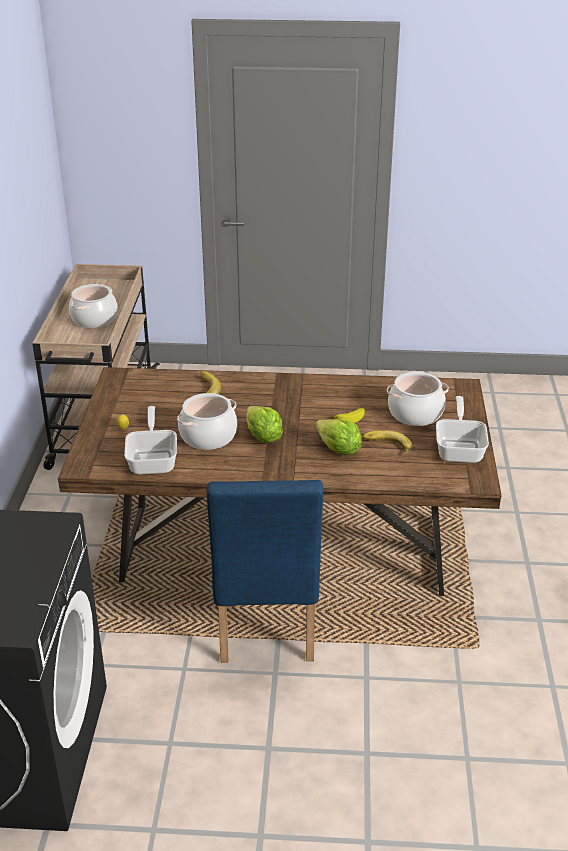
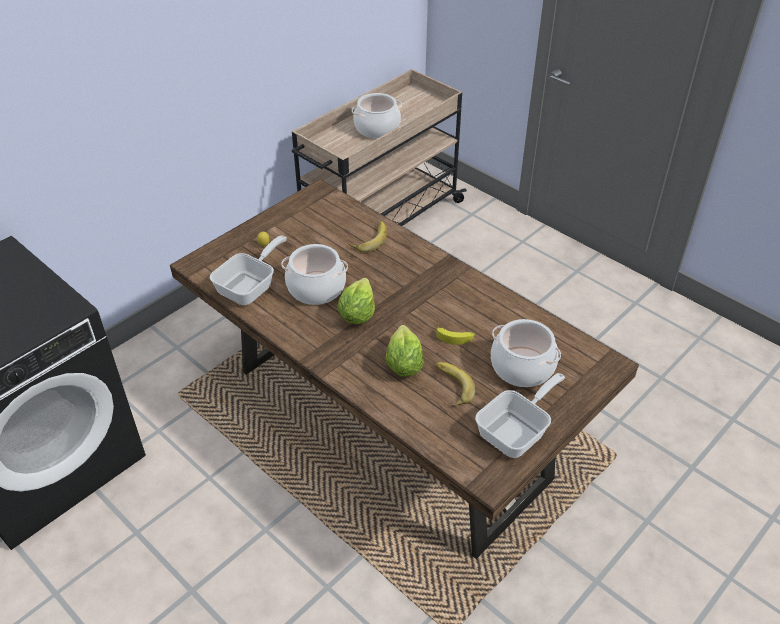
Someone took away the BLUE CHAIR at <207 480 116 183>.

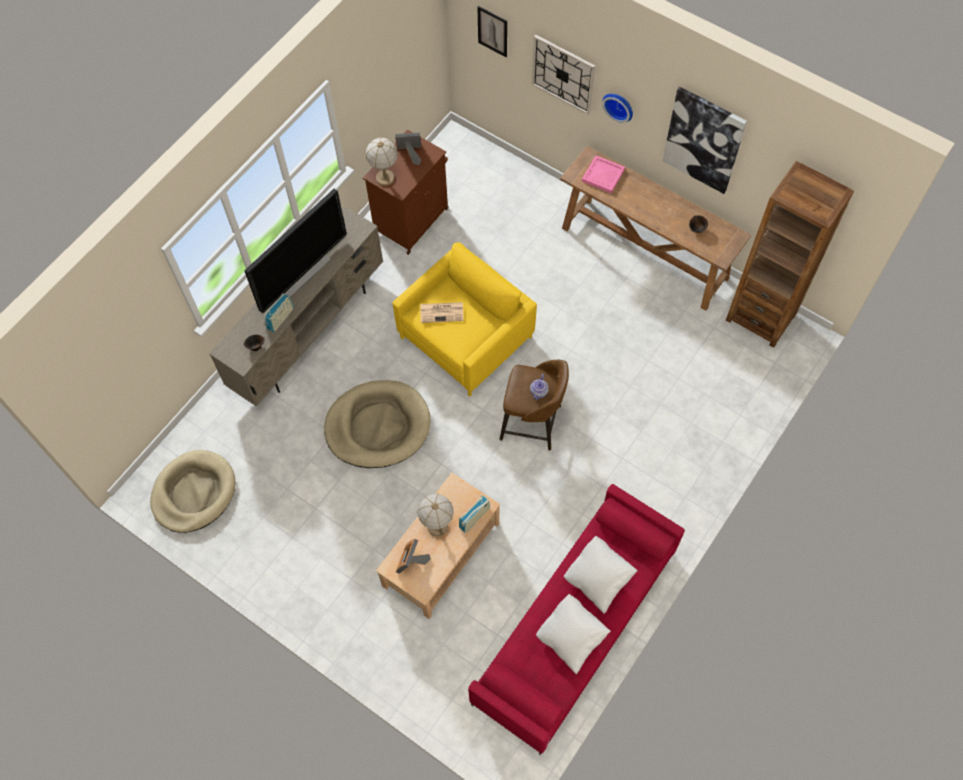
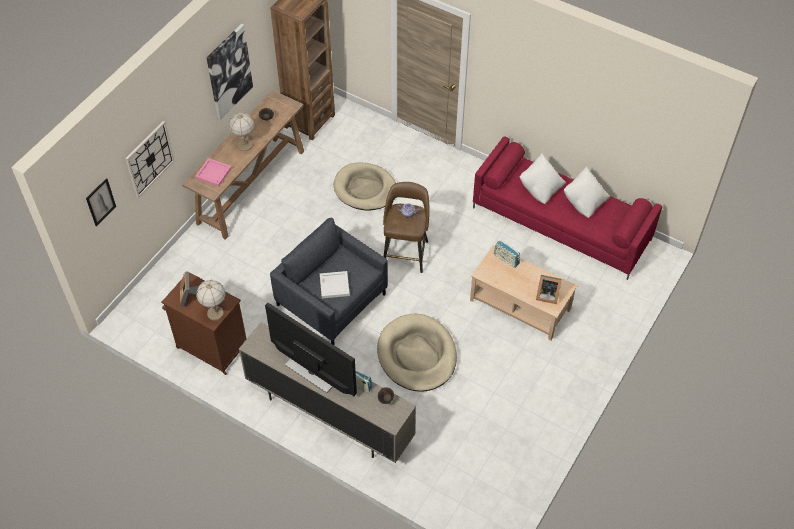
Someone carried the BEIGE DOG BED from <150 450 85 83> to <334 162 62 49>.
Someone repainted the YELLOW ARMCHAIR at <393 242 144 154>, which became the GREY ARMCHAIR at <270 218 118 127>.
Someone carried the TABLE LAMP from <417 494 37 43> to <229 112 25 39>.
Someone swapped the NEWSPAPER at <420 302 44 21> for the WHITE TRAY at <320 271 30 27>.
Someone took away the WALL CLOCK at <602 94 31 29>.

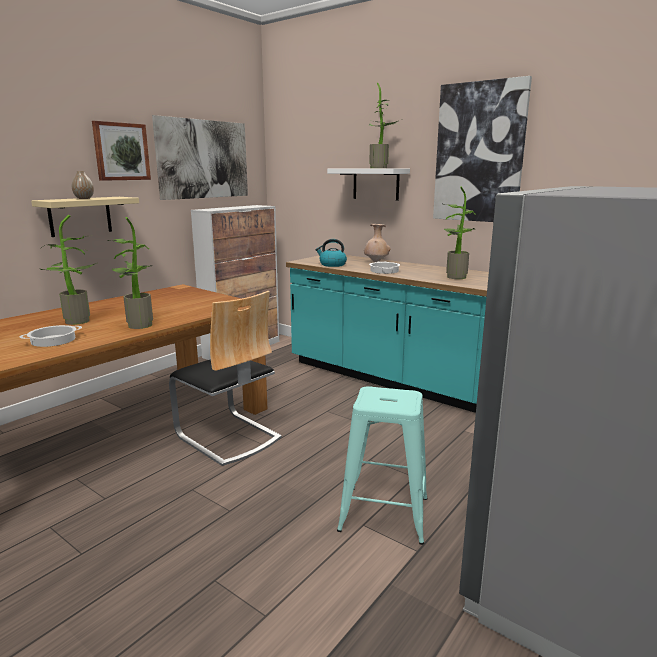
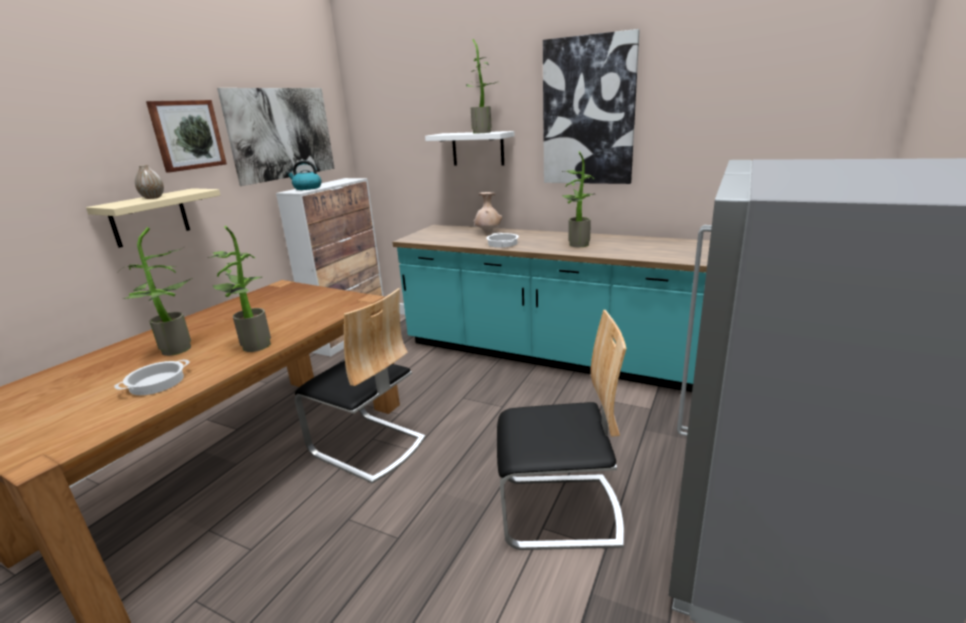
Someone carried the KETTLE from <316 239 31 28> to <286 160 36 30>.
Someone swapped the TURQUOISE STOOL at <337 386 91 159> for the CHAIR at <497 310 130 240>.

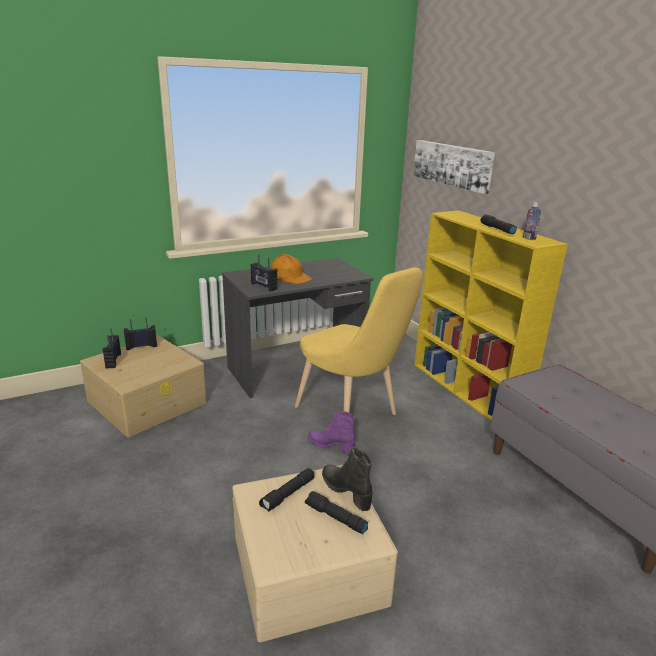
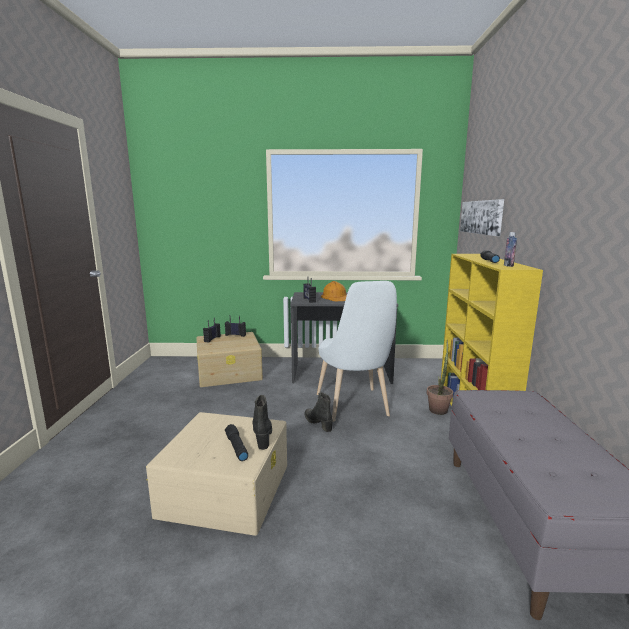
Someone took away the BLACK FLASHLIGHT at <259 468 55 44>.
Someone repainted the YELLOW CHAIR at <295 267 128 148>, which became the WHITE CHAIR at <317 281 80 141>.
Someone repainted the PURPLE BOOT at <308 410 48 44>, which became the BLACK BOOT at <305 392 27 40>.
Someone put down the POTTED PLANT at <427 339 26 76>.

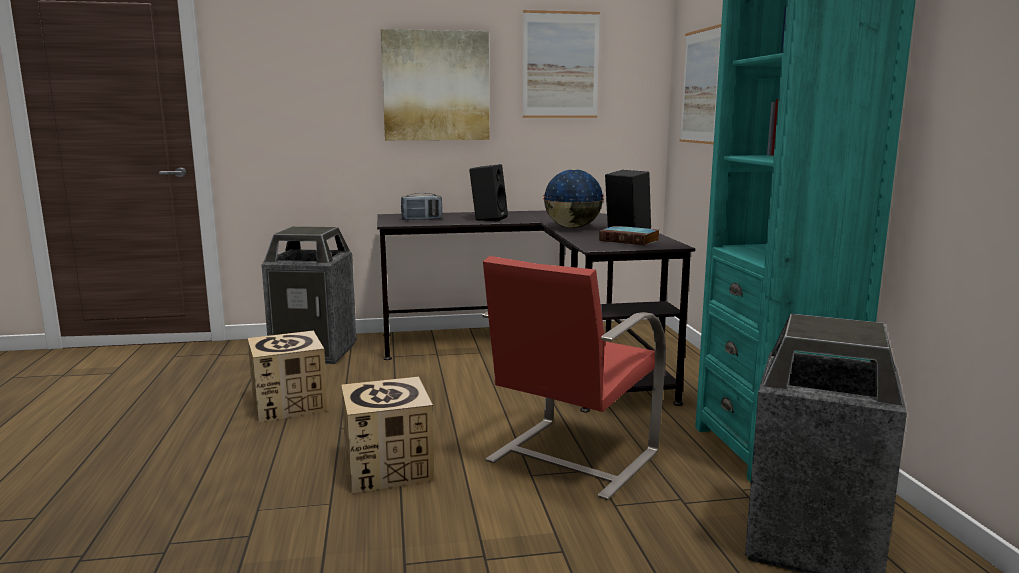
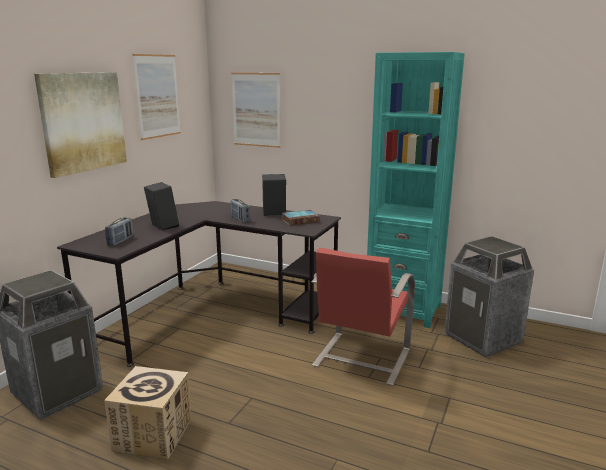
Someone took away the CARDBOARD BOX at <341 377 93 116>.
Someone rotated the RED CHAIR at <482 256 184 244> by 45 degrees clockwise.
Someone swapped the GLOBE at <543 169 61 59> for the RADIO at <231 199 19 24>.

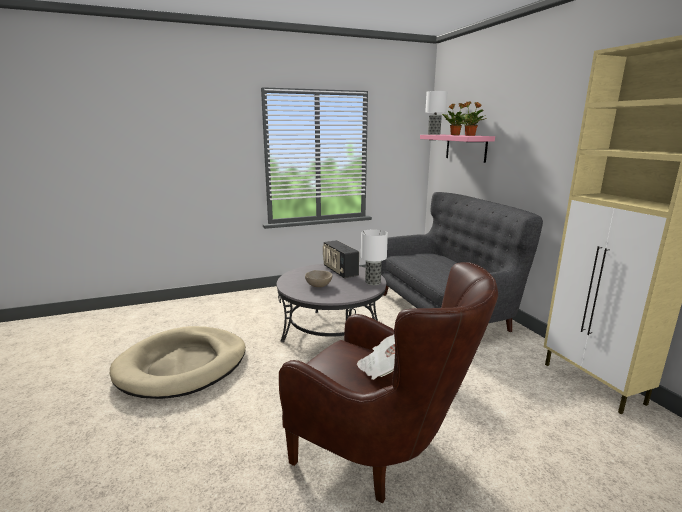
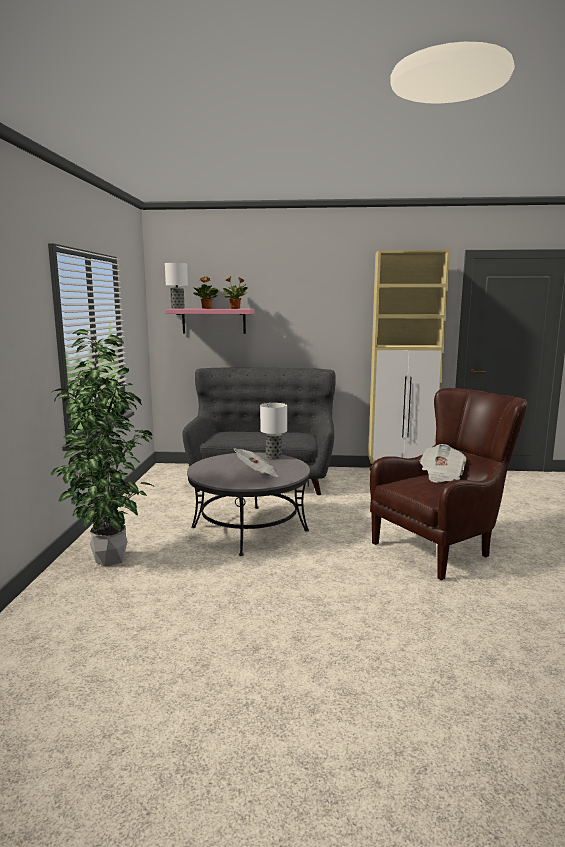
Someone took away the BEIGE DOG BED at <110 326 136 73>.
Someone swapped the BEIGE BOWL at <305 270 28 17> for the NEWSPAPER at <233 448 45 29>.
Someone took away the RADIO at <323 240 36 38>.
Someone put down the POTTED PLANT at <50 329 104 238>.

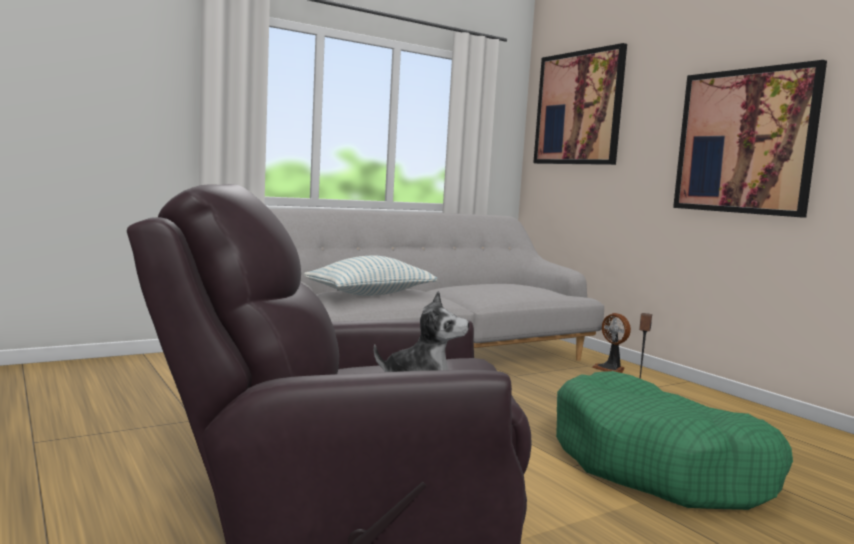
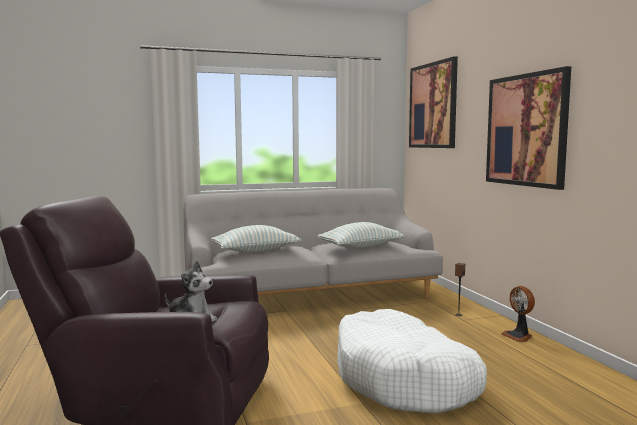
Someone repainted the GREEN DOG BED at <556 371 237 139>, which became the WHITE DOG BED at <337 309 150 105>.
Someone carried the FAN from <592 313 39 60> to <501 286 34 56>.
Someone put down the PILLOW at <317 222 88 27>.

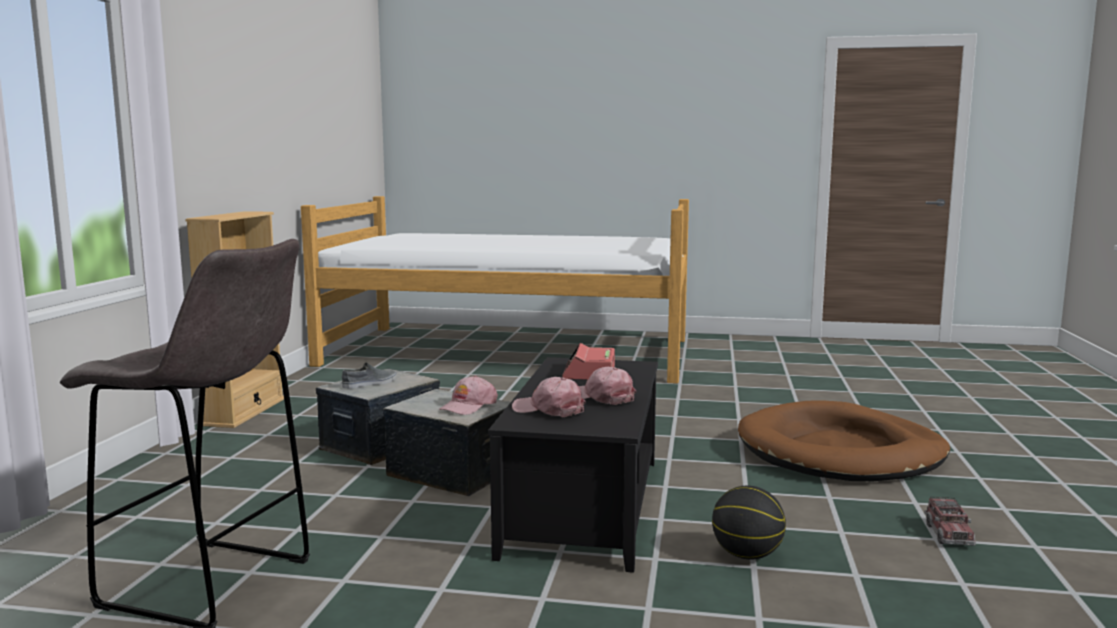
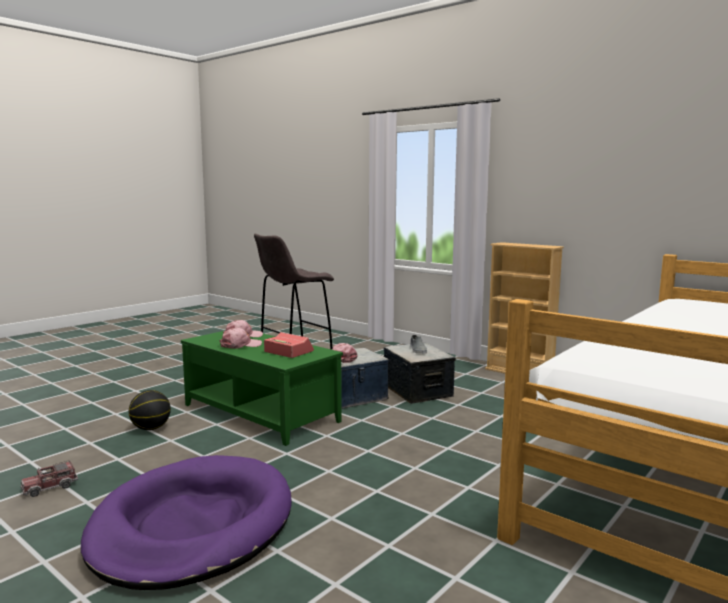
Someone repainted the BLACK COFFEE TABLE at <488 357 170 216>, which became the GREEN COFFEE TABLE at <181 331 162 115>.
Someone repainted the BROWN DOG BED at <738 400 212 81>, which became the PURPLE DOG BED at <81 455 211 135>.
Someone rotated the TOY TRUCK at <924 497 52 49> by 75 degrees counterclockwise.

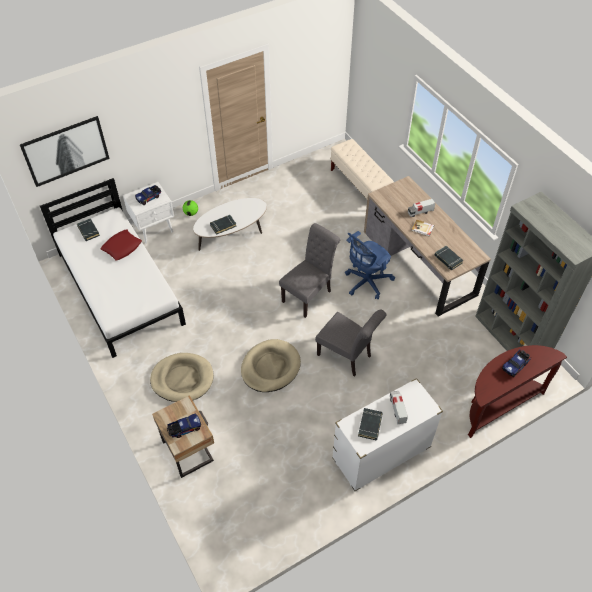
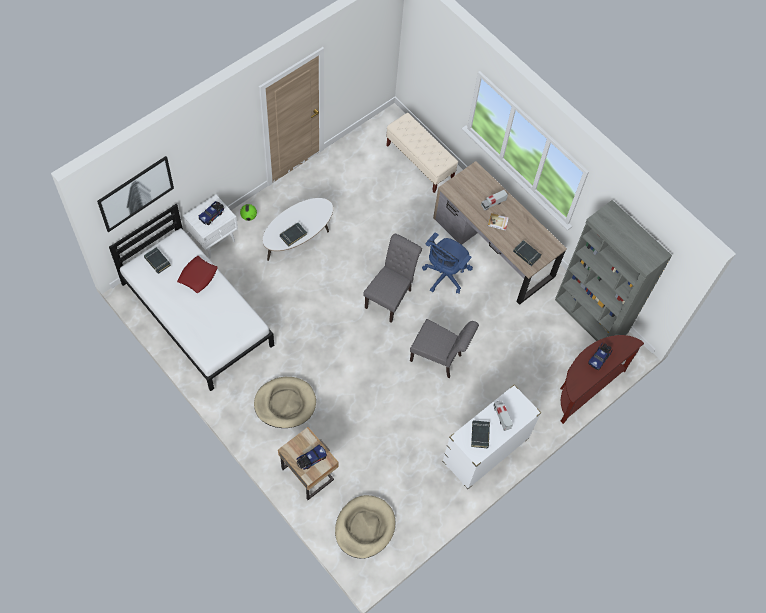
Someone carried the BEIGE DOG BED from <241 339 60 53> to <335 495 61 64>.

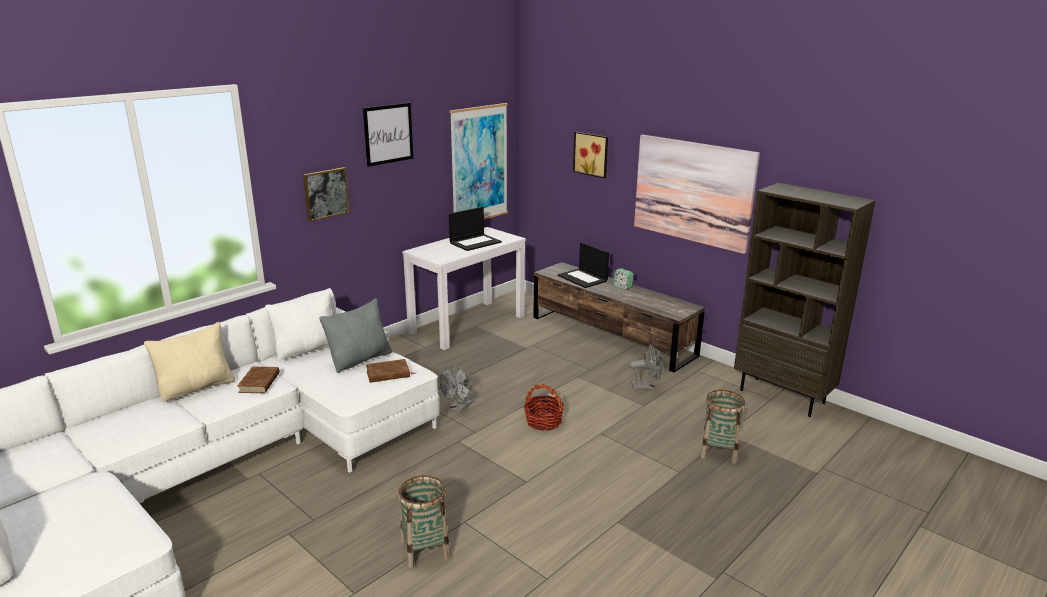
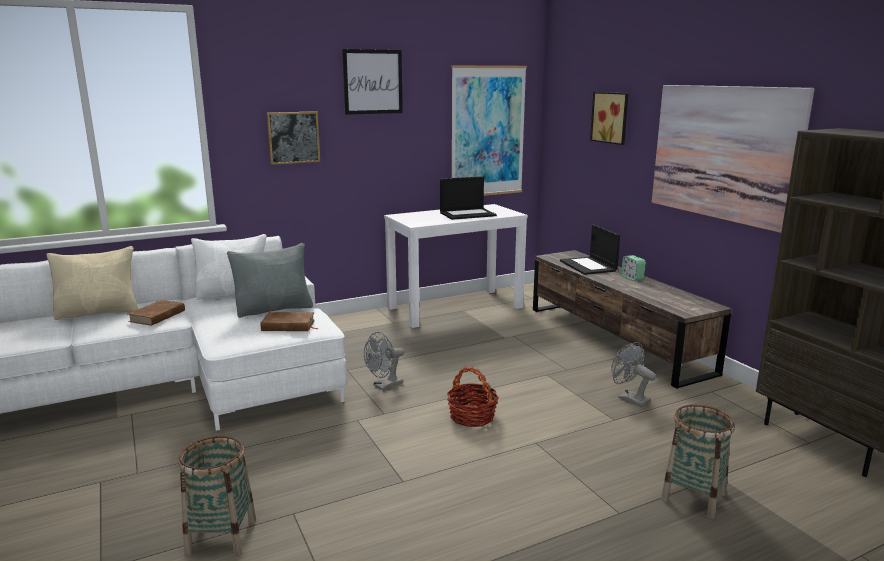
Someone rotated the GREY FAN at <629 344 33 46> by 150 degrees counterclockwise.

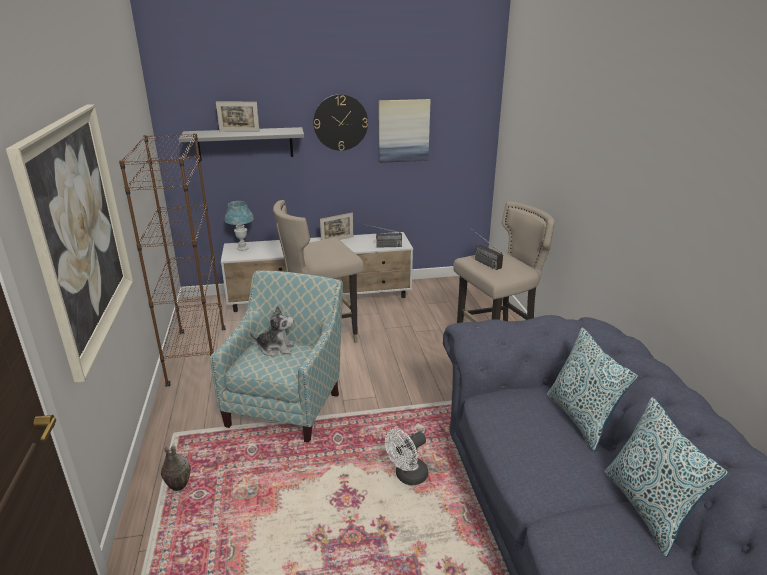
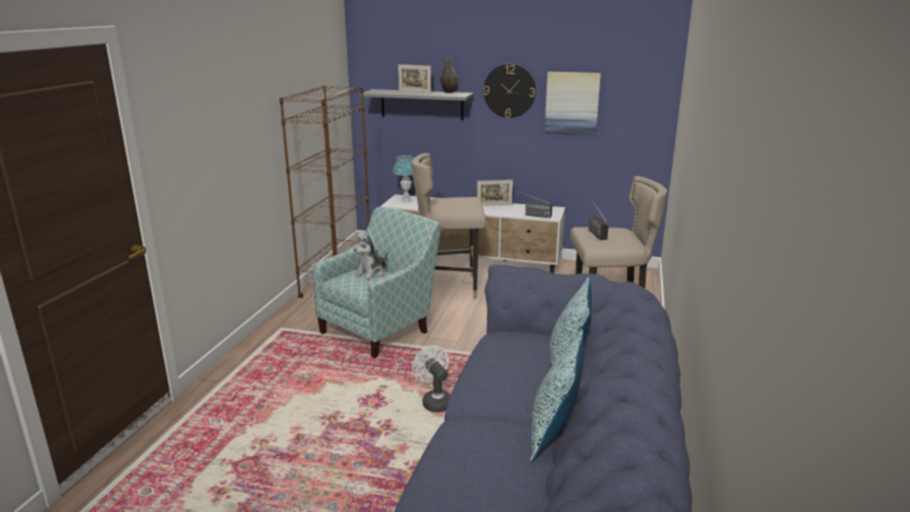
Someone took away the PICTURE at <6 104 127 278>.
Someone carried the VASE from <161 444 30 47> to <440 57 18 36>.
Someone rotated the PLUSH TOY at <250 306 44 51> by 105 degrees clockwise.
Someone rotated the WHITE FAN at <385 429 43 56> by 75 degrees clockwise.

